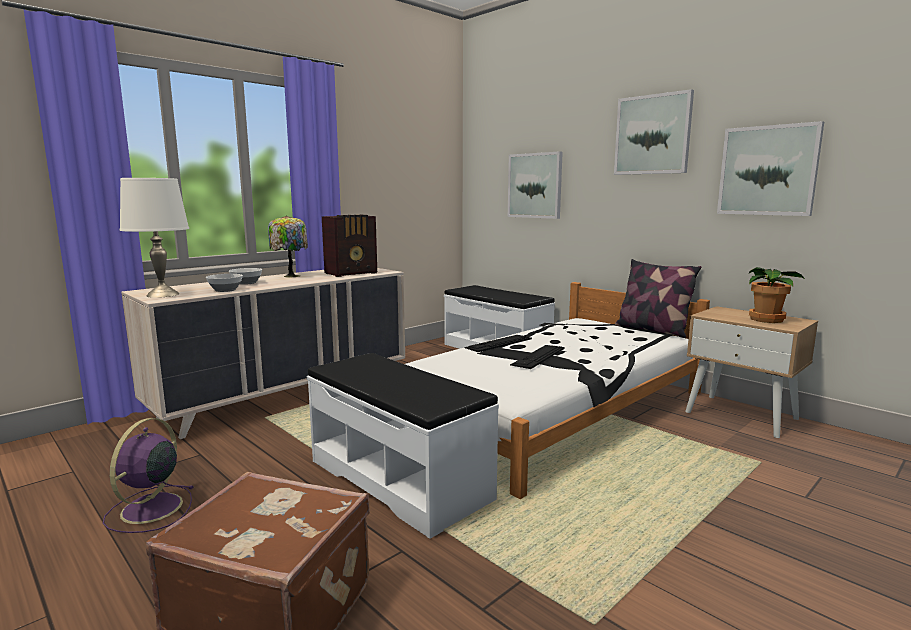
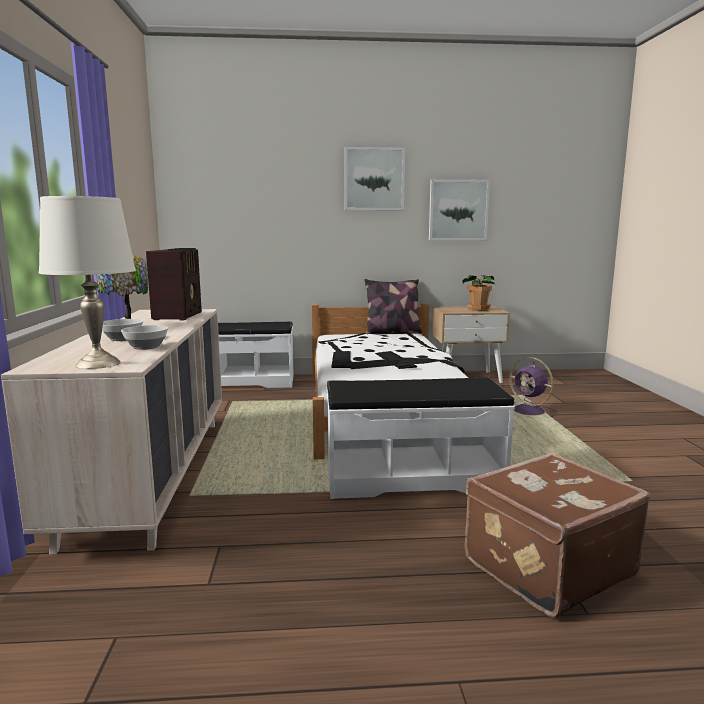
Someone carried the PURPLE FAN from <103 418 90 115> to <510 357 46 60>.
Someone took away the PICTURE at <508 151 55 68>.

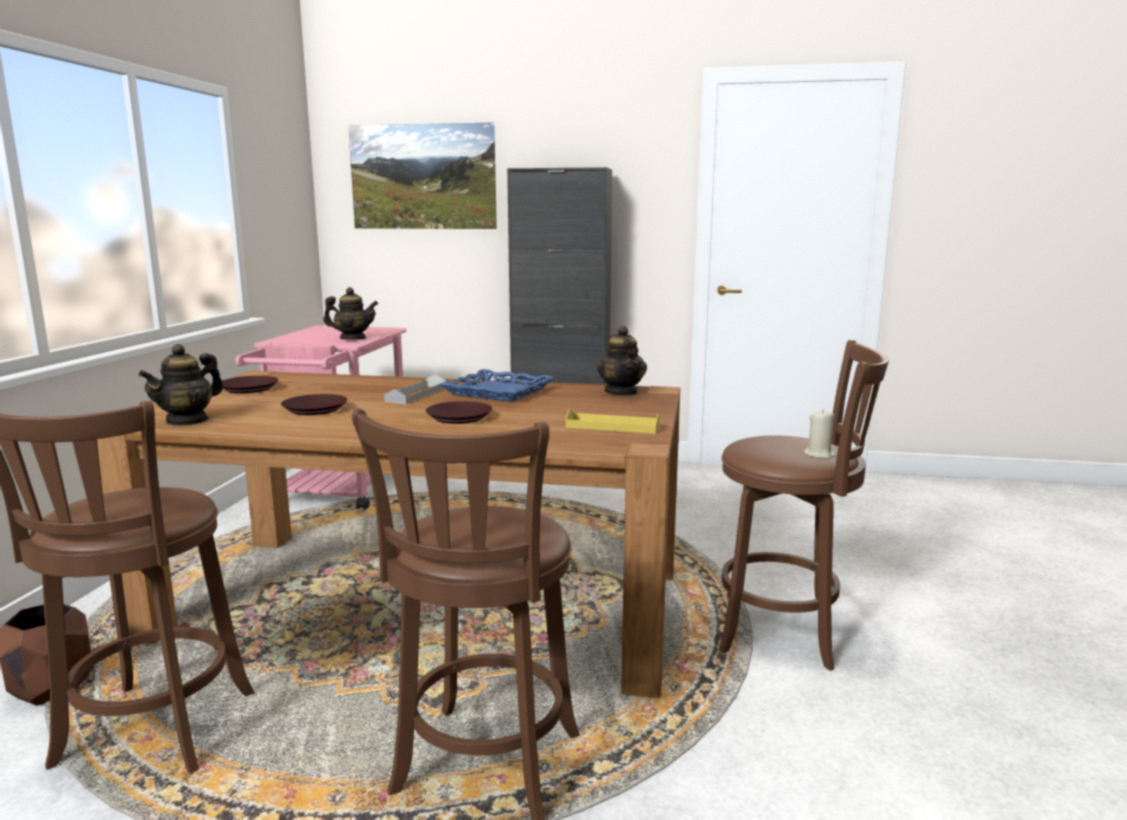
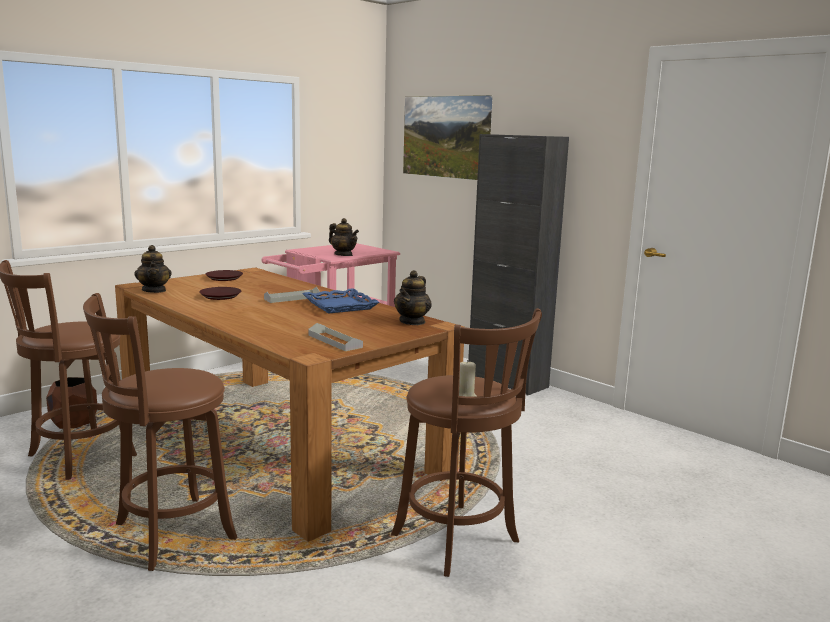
Someone rotated the TEAPOT at <138 344 85 82> by 90 degrees counterclockwise.
Someone took away the BROWN PLATE at <426 401 66 23>.
Someone repainted the YELLOW TRAY at <566 409 94 25>, which became the GREY TRAY at <308 323 55 28>.

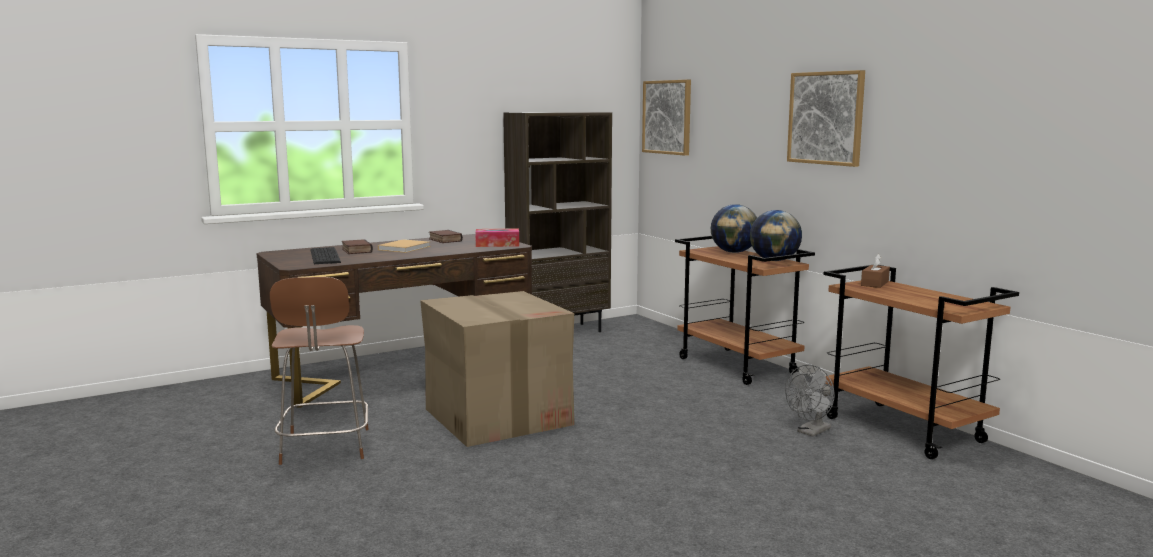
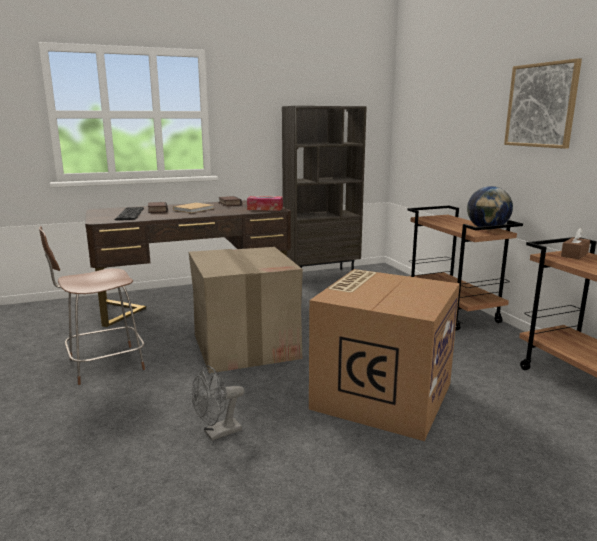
Someone rotated the BROWN CHAIR at <270 277 99 188> by 60 degrees clockwise.
Someone took away the PICTURE at <642 80 49 76>.
Someone took away the GLOBE at <711 204 46 49>.
Someone carried the GREY FAN from <785 365 50 71> to <192 365 53 76>.
Someone put down the CARDBOARD BOX at <309 269 151 172>.

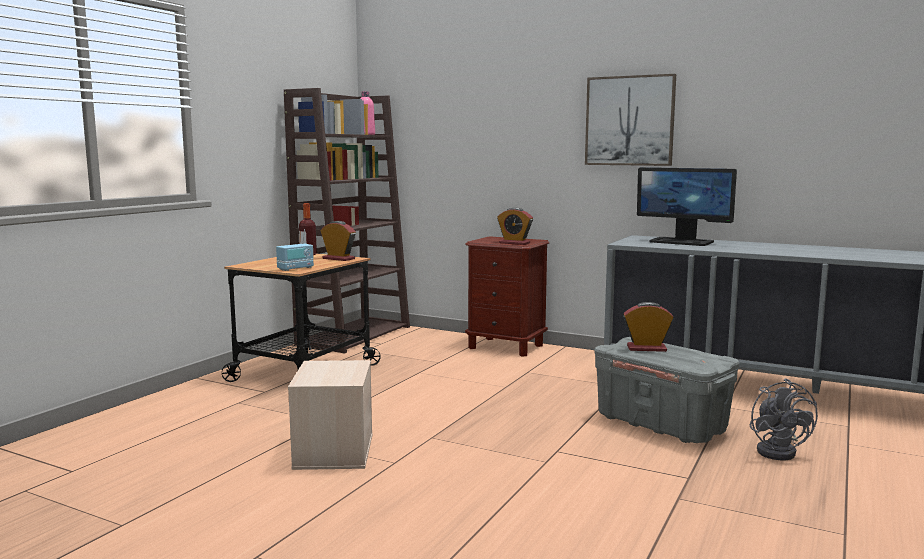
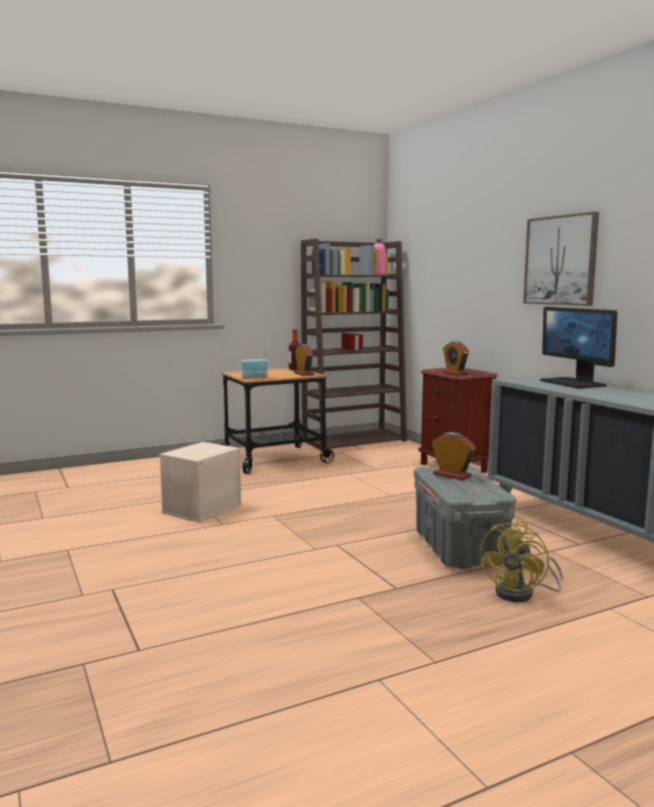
Someone repainted the GREY FAN at <750 379 68 81>, which became the YELLOW FAN at <479 521 84 81>.

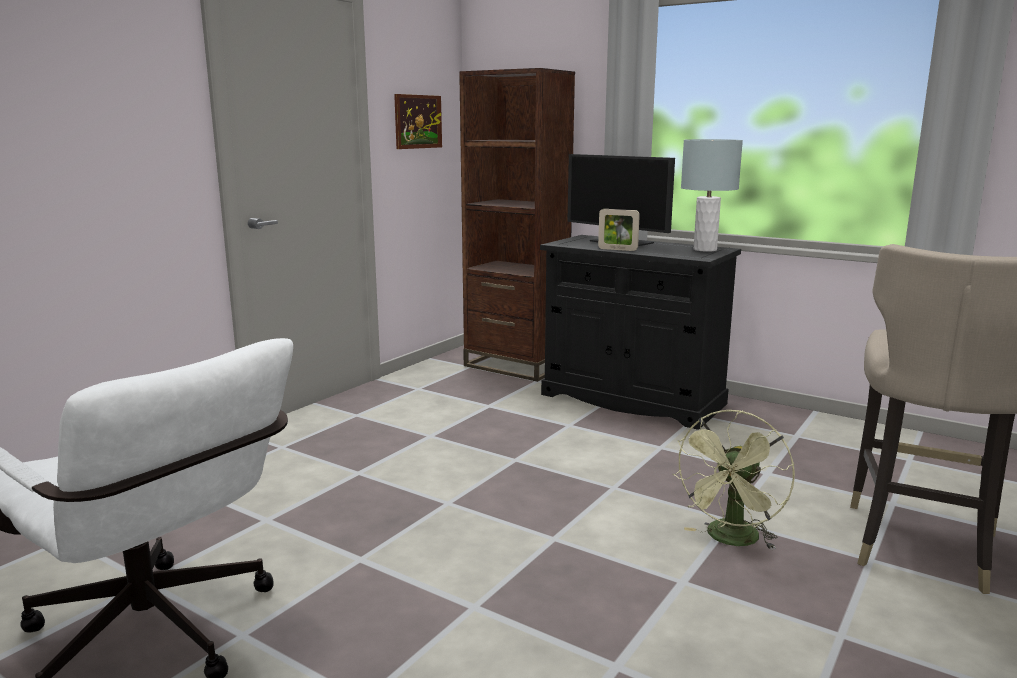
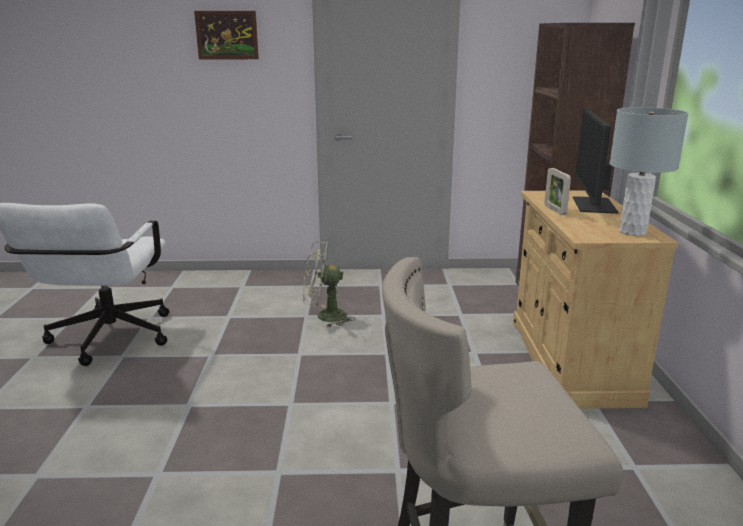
Someone carried the PICTURE from <394 94 48 55> to <194 11 65 48>.
Someone repainted the BLACK CABINET at <540 235 201 195>, which became the BEIGE CABINET at <513 190 166 219>.
Someone carried the GREEN FAN from <673 410 122 140> to <303 241 52 87>.

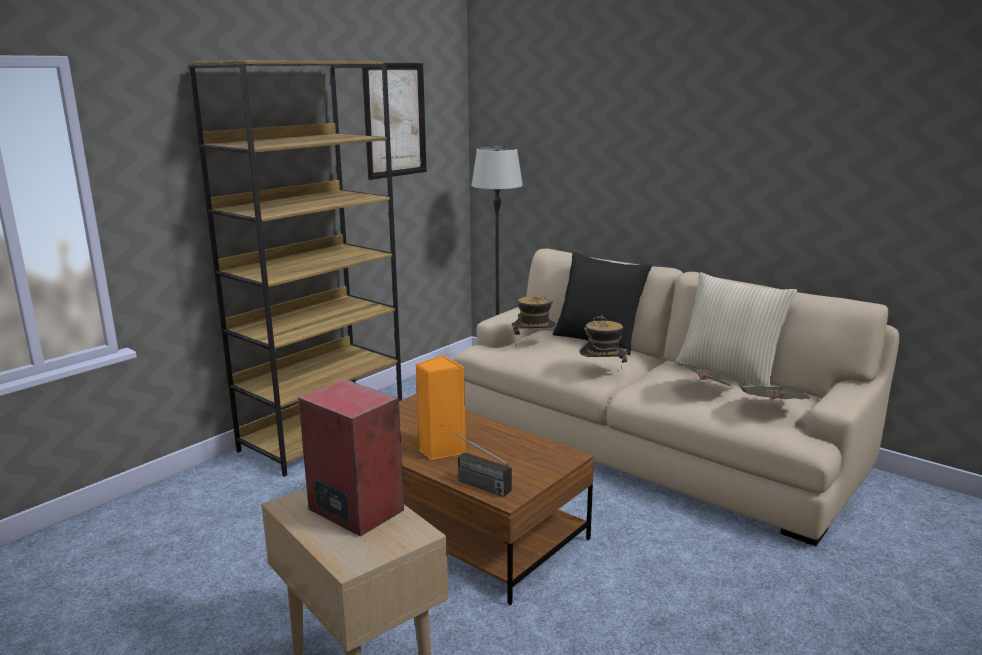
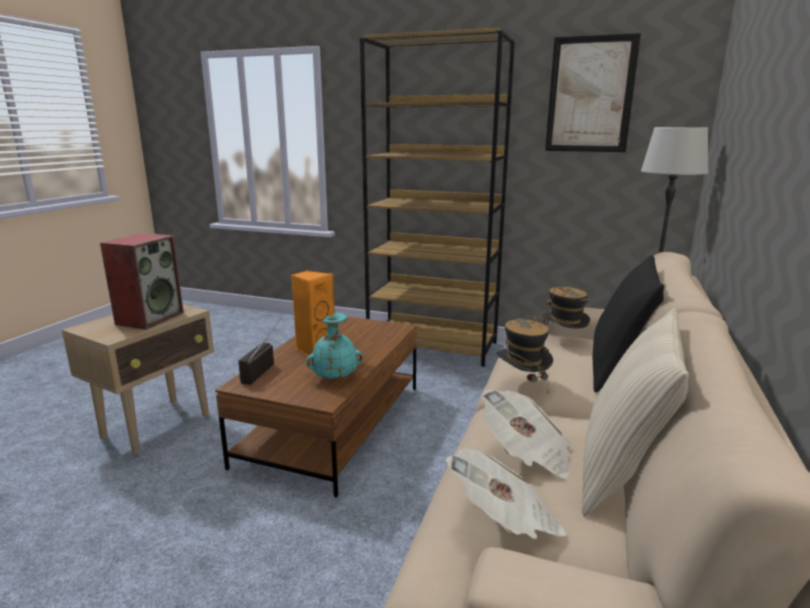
Someone put down the TURQUOISE VASE at <306 313 57 66>.

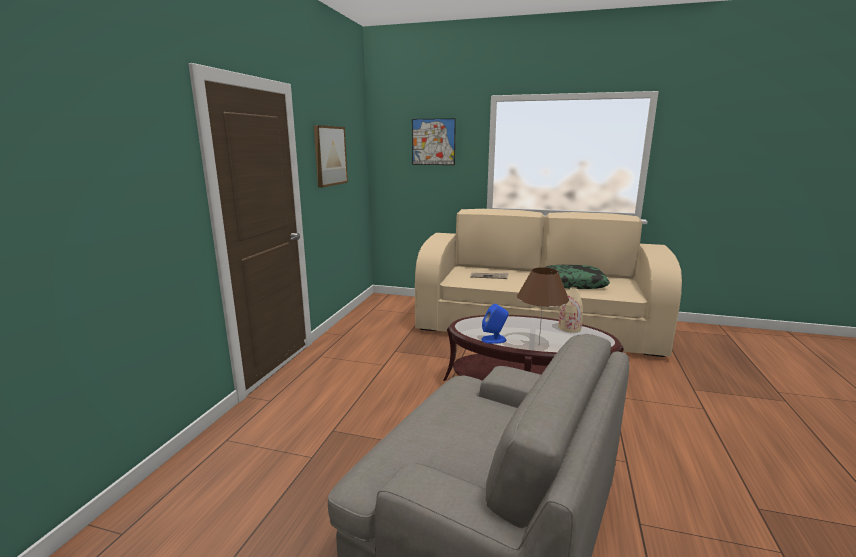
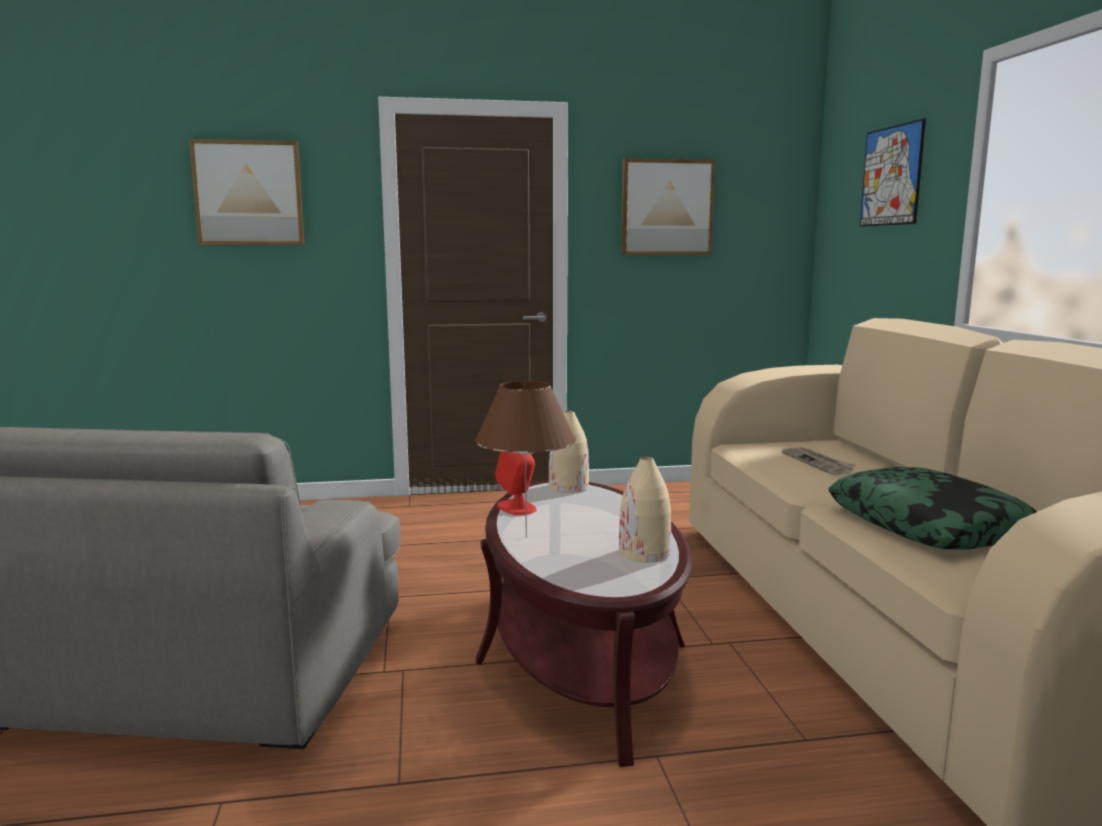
Someone repainted the BLUE SPEAKER at <481 304 28 40>, which became the RED SPEAKER at <495 451 42 64>.
Someone put up the PICTURE at <189 139 116 106>.
Someone put down the BEIGE VASE at <549 411 40 82>.

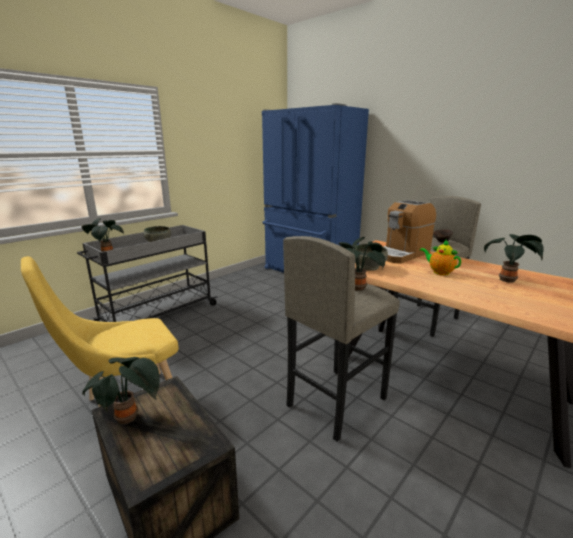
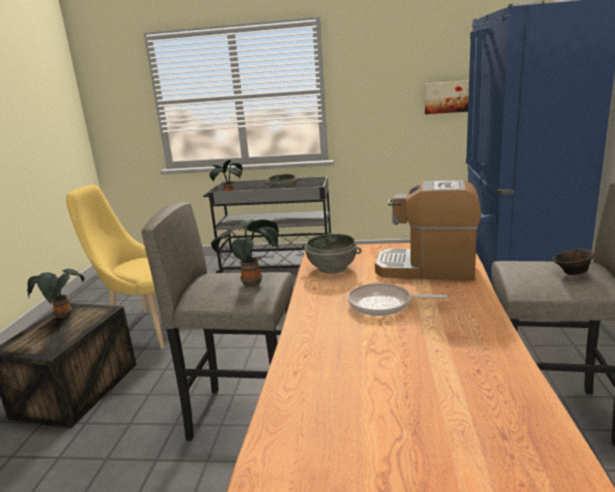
Someone swapped the TEAPOT at <420 240 41 35> for the FRYING PAN at <348 283 100 33>.
Someone took away the POTTED PLANT at <484 234 60 49>.
Someone put up the PICTURE at <425 80 44 34>.

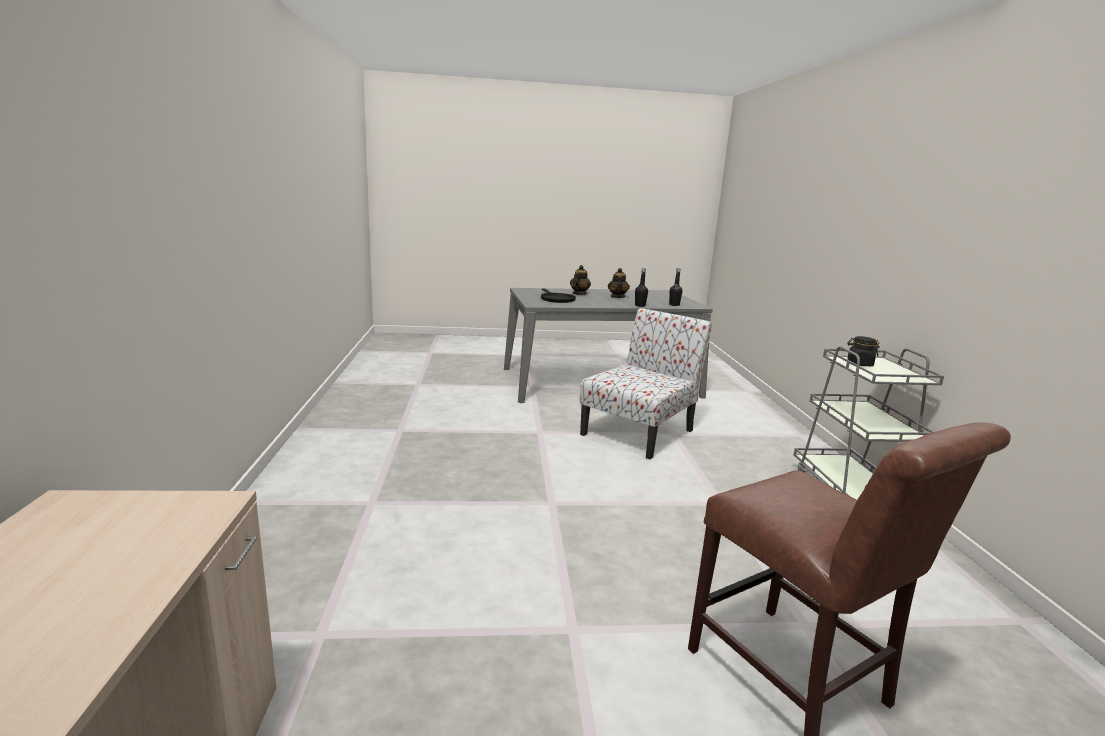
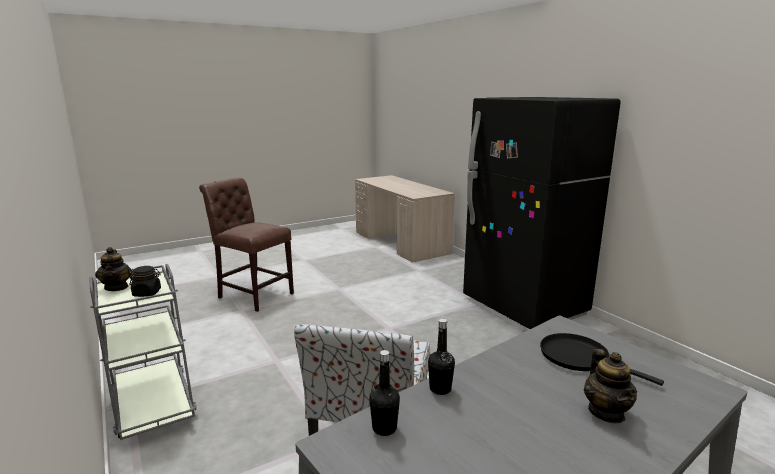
Someone carried the TEAPOT from <608 268 22 30> to <95 247 36 44>.
Someone put down the BLACK FRIDGE at <463 97 158 232>.

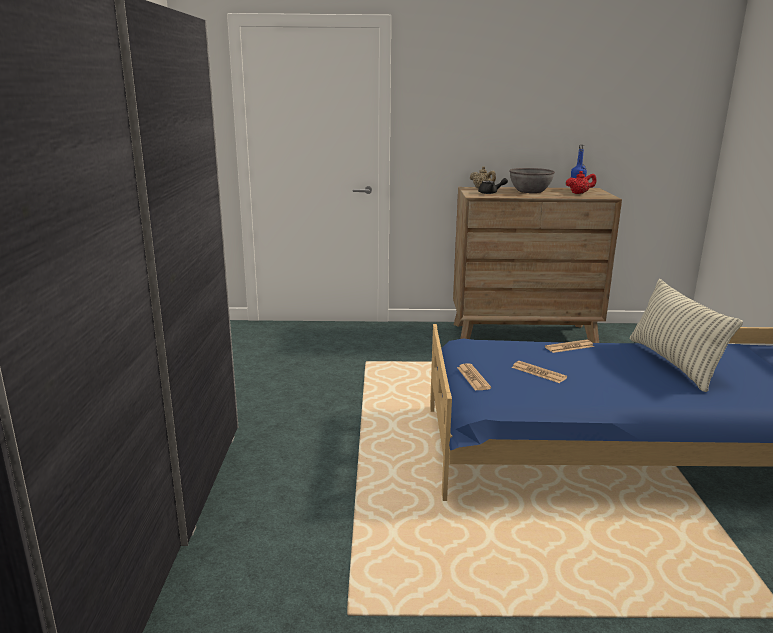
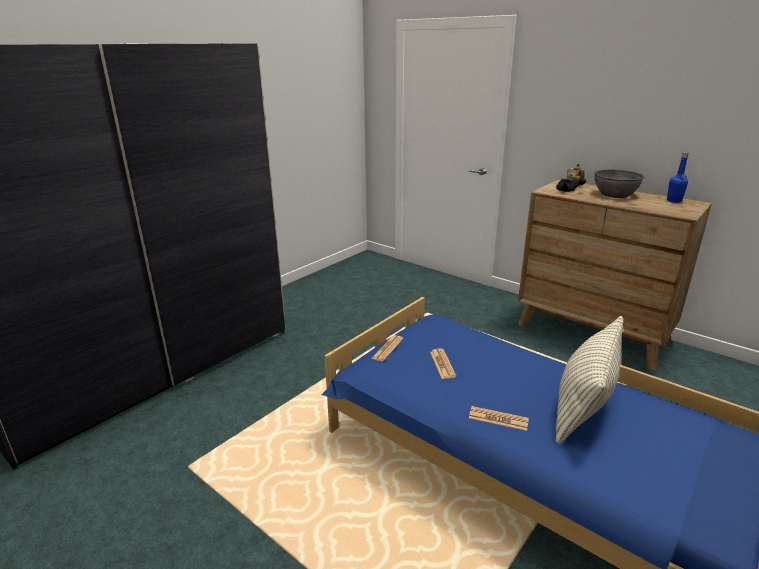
Someone carried the NEWSPAPER from <545 340 49 13> to <469 406 60 25>.
Someone took away the RED TEAPOT at <565 171 32 23>.

